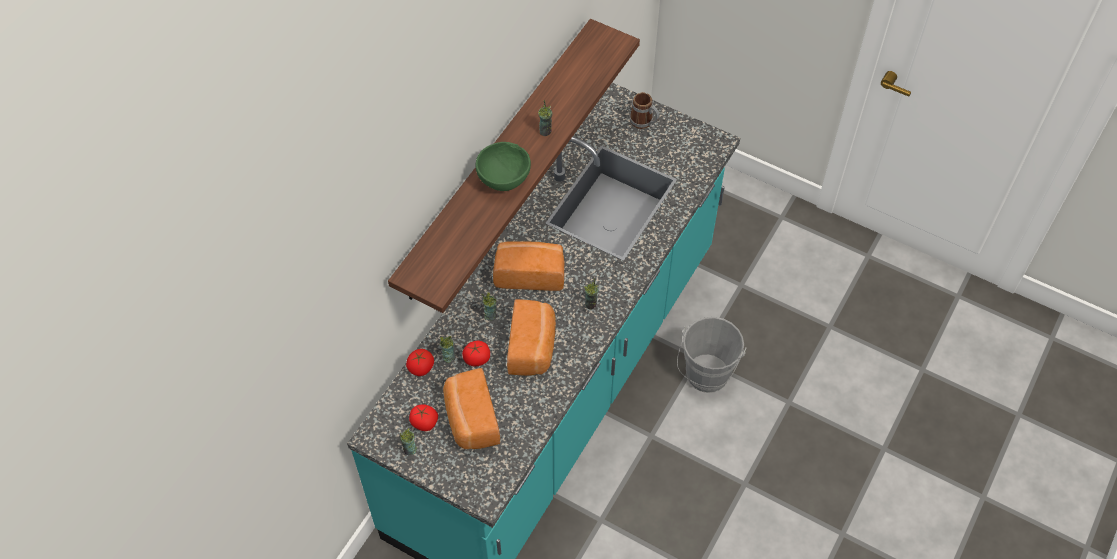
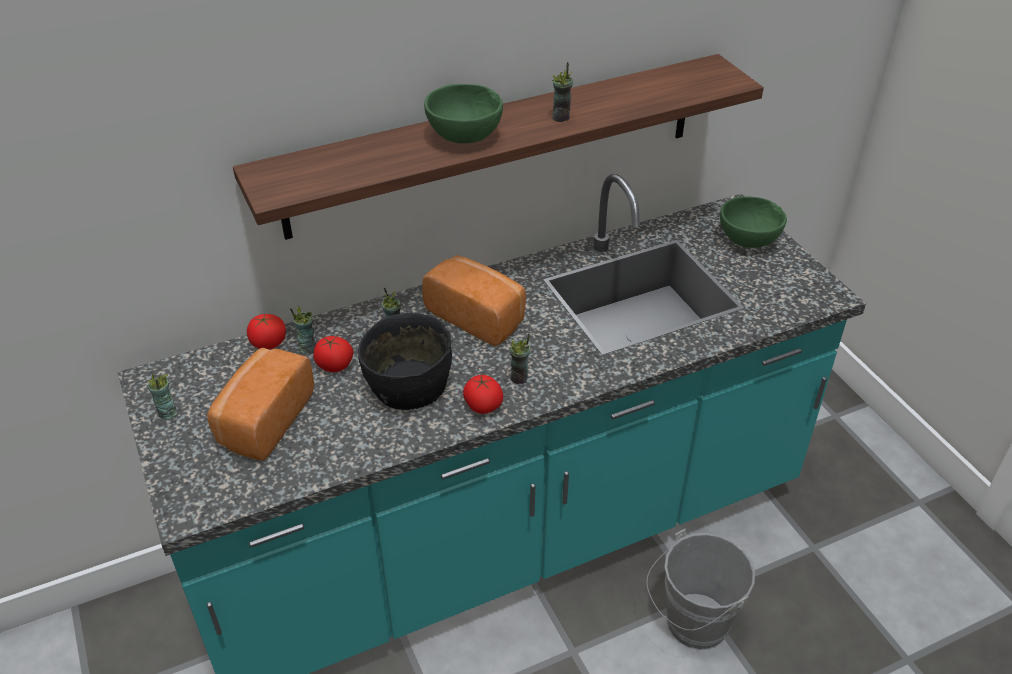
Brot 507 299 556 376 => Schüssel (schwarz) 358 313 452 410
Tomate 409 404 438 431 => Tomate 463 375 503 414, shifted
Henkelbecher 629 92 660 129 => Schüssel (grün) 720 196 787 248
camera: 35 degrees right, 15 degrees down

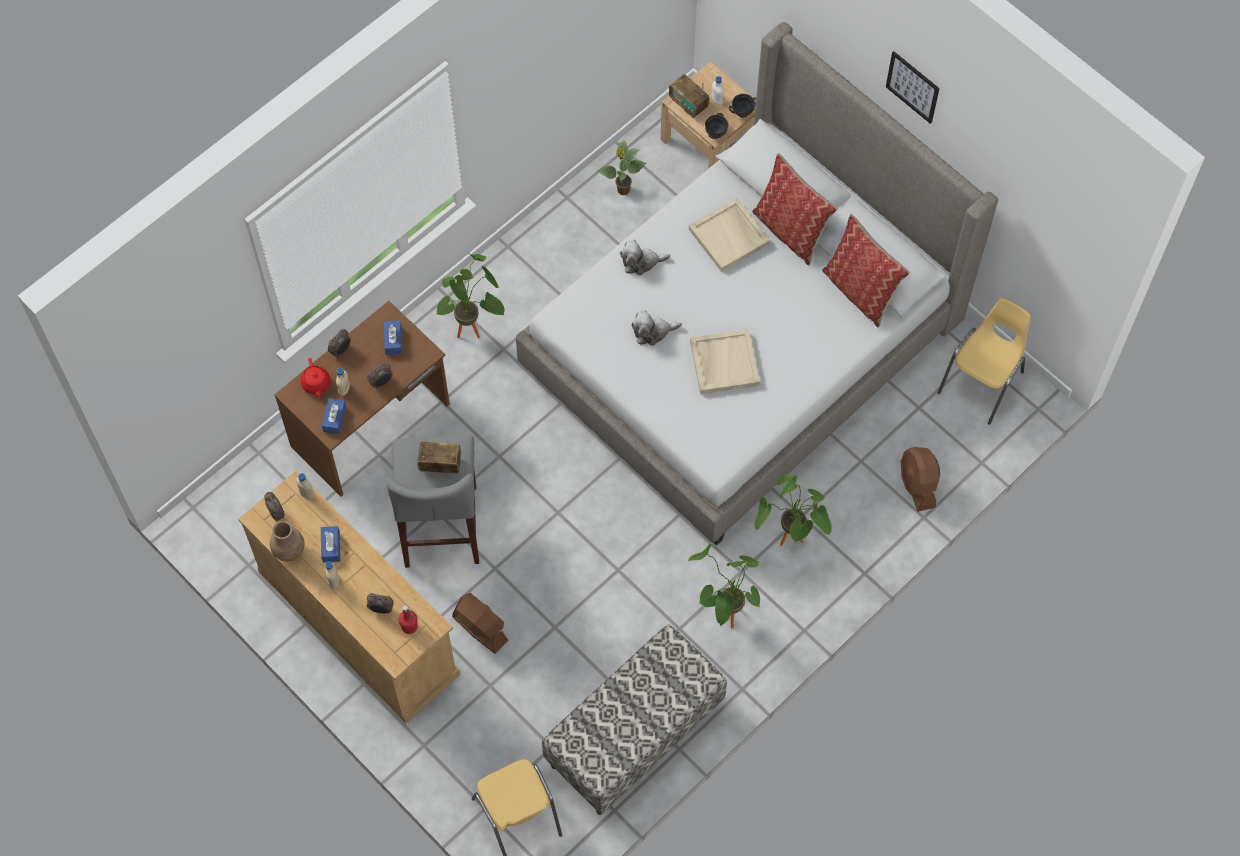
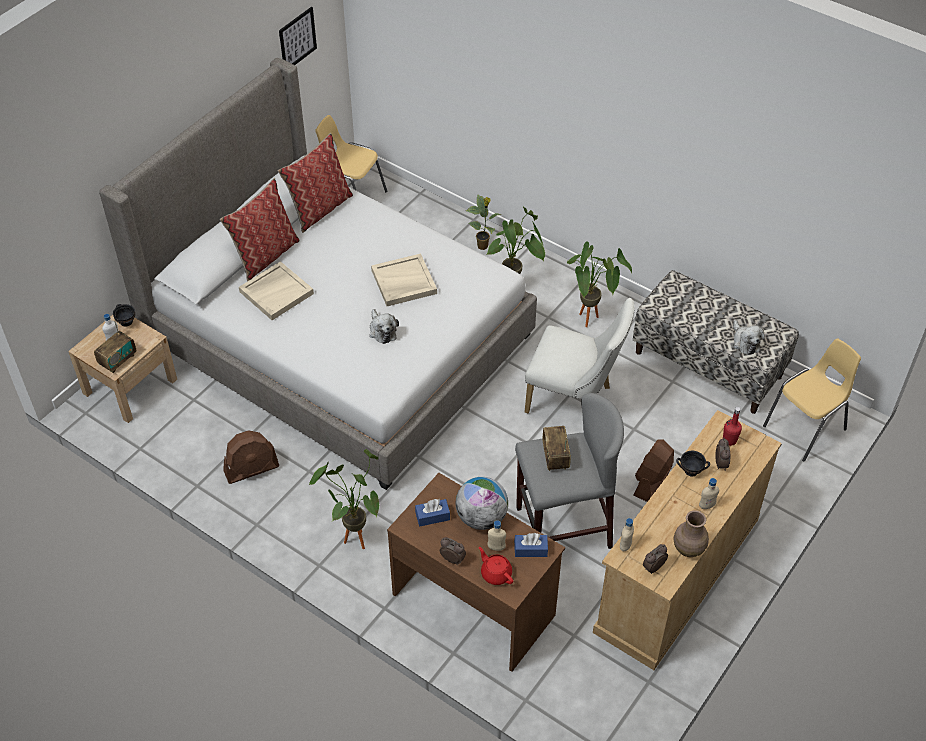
Ventilator (braun) 901 447 940 512 => Ventilator (braun) 224 430 279 484, shifted
Bild 886 51 940 124 => Bild 279 7 317 65, shifted
Wecker 367 363 393 389 => Globus 456 477 508 530
Topfpflanze 598 140 647 195 => Topfpflanze 466 194 502 250, shifted
Teekanne (rot) 300 358 330 398 => Teekanne (rot) 479 547 513 585, 105 degrees counterclockwise
nothing => Stuhl (weiß) 524 298 634 413
Schüssel (schwarz) 705 113 728 139 => Schüssel (schwarz) 676 451 710 476, shifted
Plüschtier 620 240 670 276 => Plüschtier 733 320 765 355, shifted
Taschentuchbox (blau) 321 526 340 563 => nothing
camera: 100 degrees left, 15 degrees down

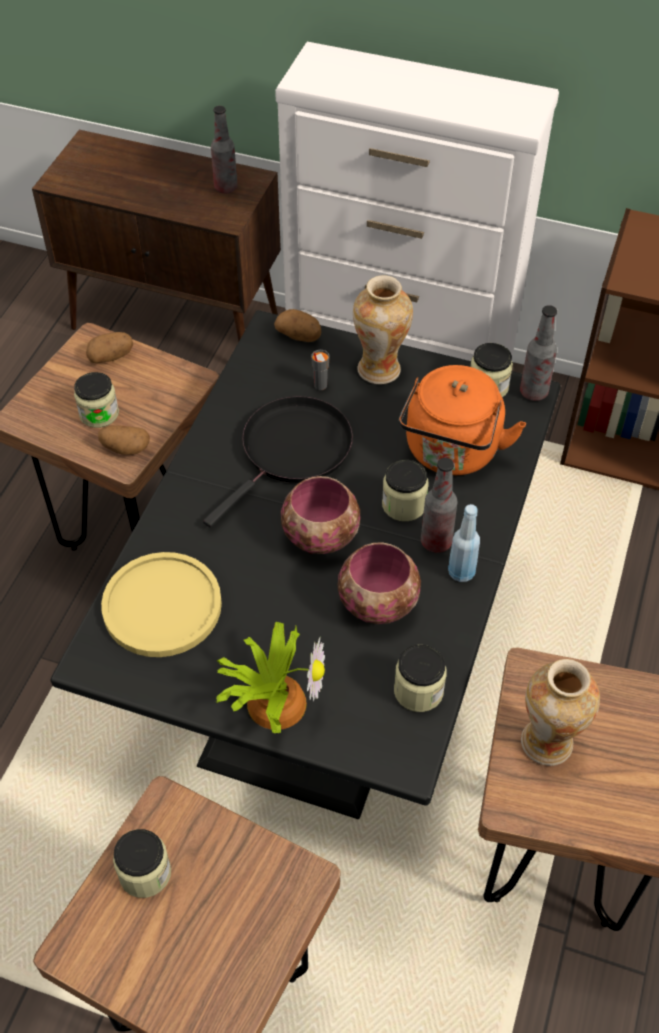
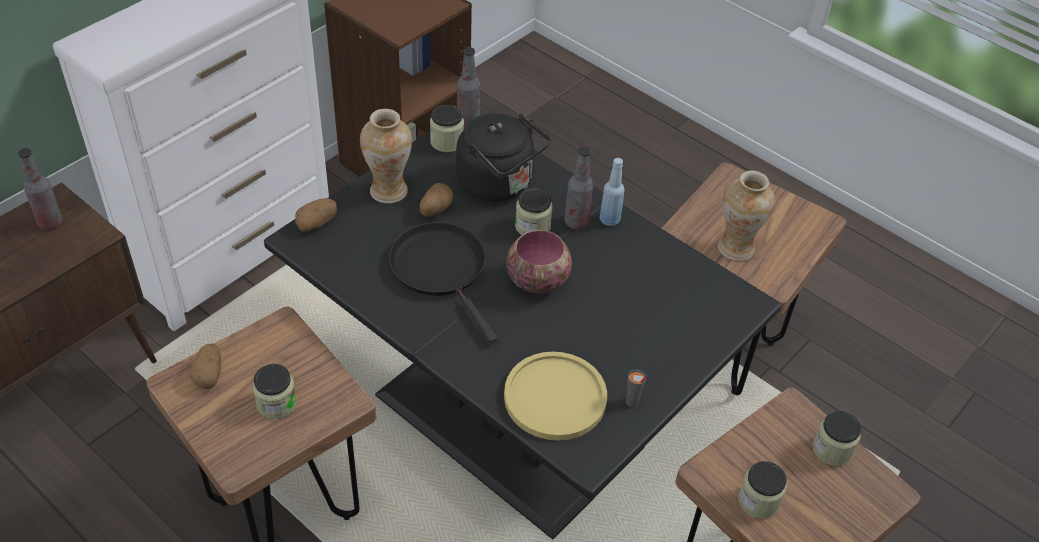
Kartoffel 98 426 150 455 => Kartoffel 420 183 453 217, shifted
Wasserkessel (orange) 399 365 526 475 => Wasserkessel (schwarz) 456 113 551 202
Tasse (grau) 311 350 330 390 => Tasse (grau) 626 370 647 407, shifted
Vorratsglas 394 645 447 712 => Vorratsglas 812 411 861 466, shifted
Topfpflanze 216 622 325 733 => nothing
Schüssel 338 543 421 624 => nothing
camera: 70 degrees left, 5 degrees down

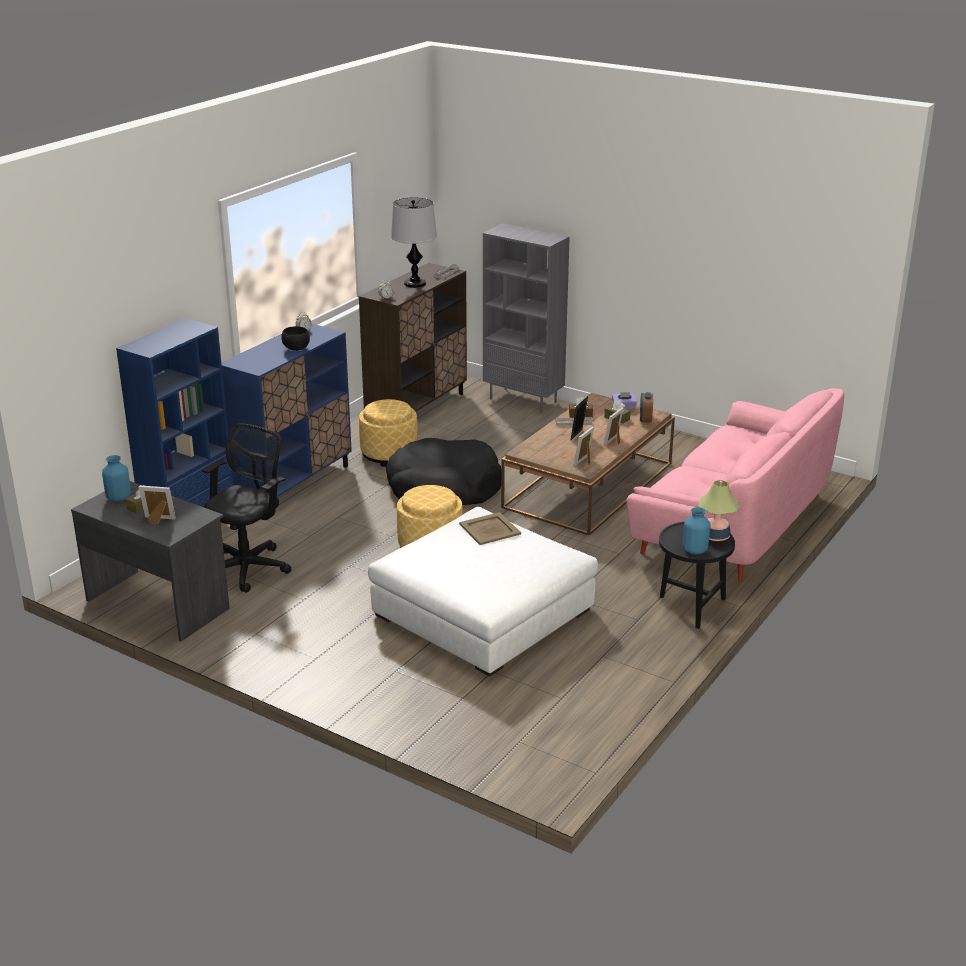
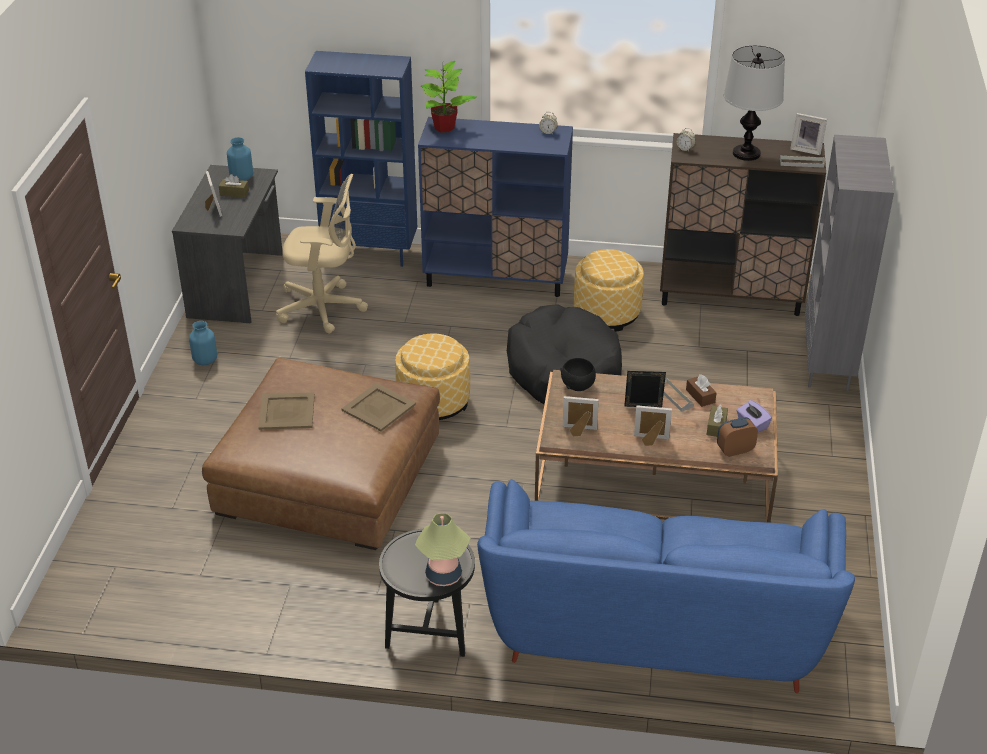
Vase (blau) 683 507 710 555 => Vase (blau) 189 321 217 365, shifted
Polsterhocker (weiß) 368 507 598 676 => Polsterhocker (braun) 202 358 440 550
nothing => Tablett (beige) 258 392 315 430
Bürostuhl (schwarz) 202 423 292 593 => Bürostuhl (beige) 276 174 368 334
nothing => Topfpflanze 421 61 477 132
Sofa (rosa) 626 388 844 582 => Sofa (blau) 477 479 855 693
Schüssel (schwarz) 281 326 310 351 => Schüssel (schwarz) 560 358 596 391, shifted
nothing => Bilderrahmen 790 113 827 155
camera: 65 degrees right, 10 degrees up

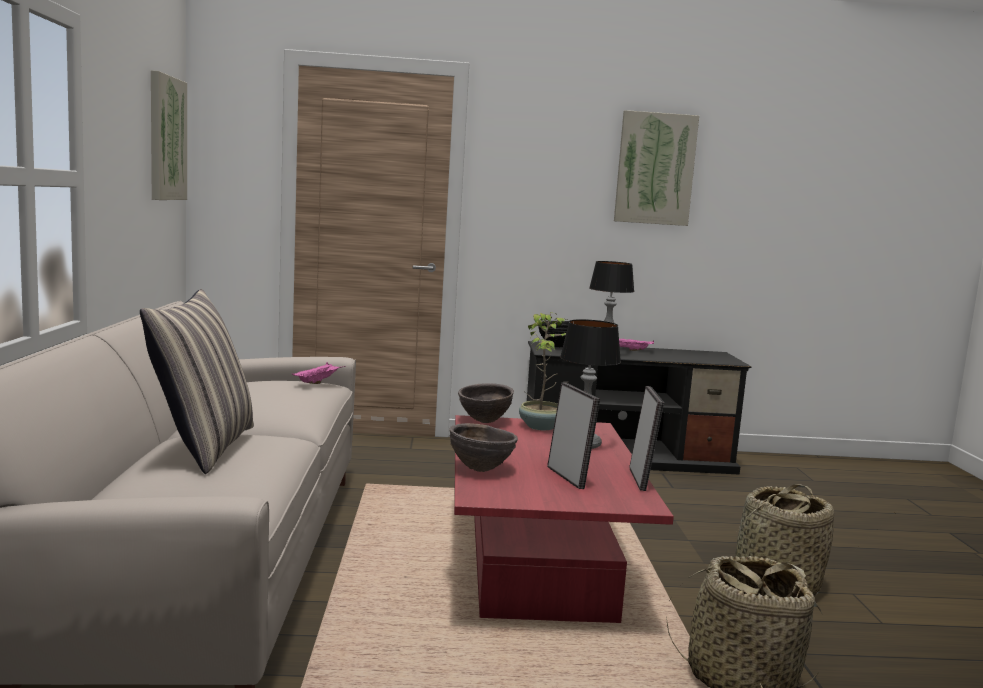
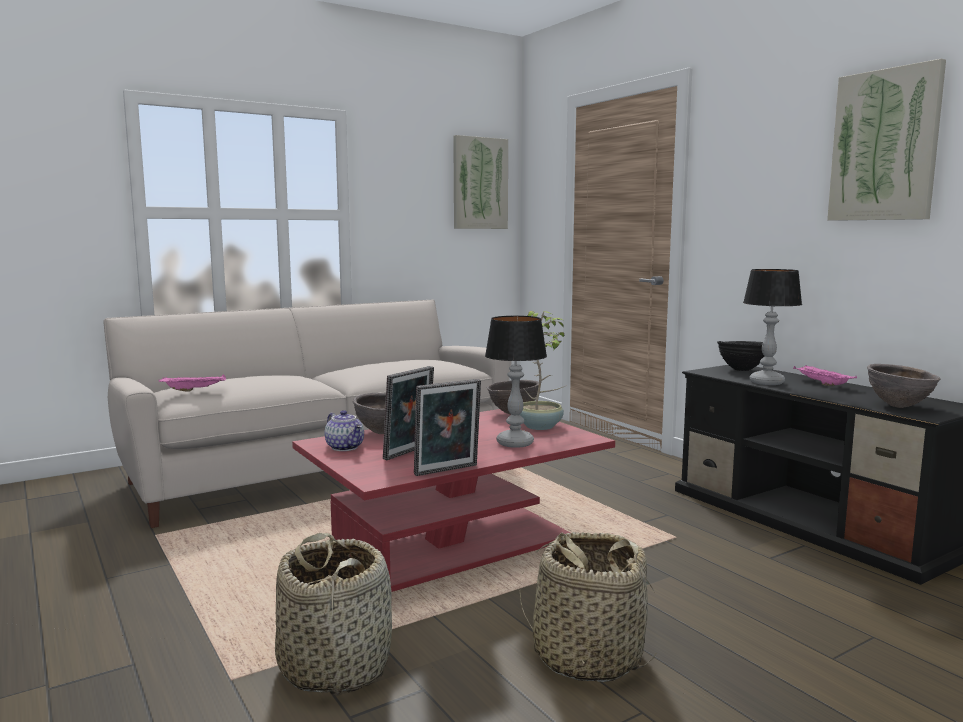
Tablett (rosa) 292 362 345 384 => Tablett (rosa) 159 374 226 391, shifted
nothing => Teekanne 324 410 364 451
nothing => Schüssel (braun) 867 364 940 408
Kissen 140 289 254 474 => nothing
camera: 60 degrees right, 0 degrees up

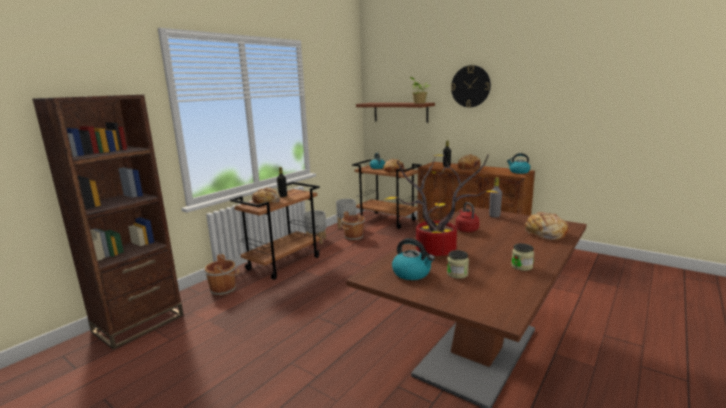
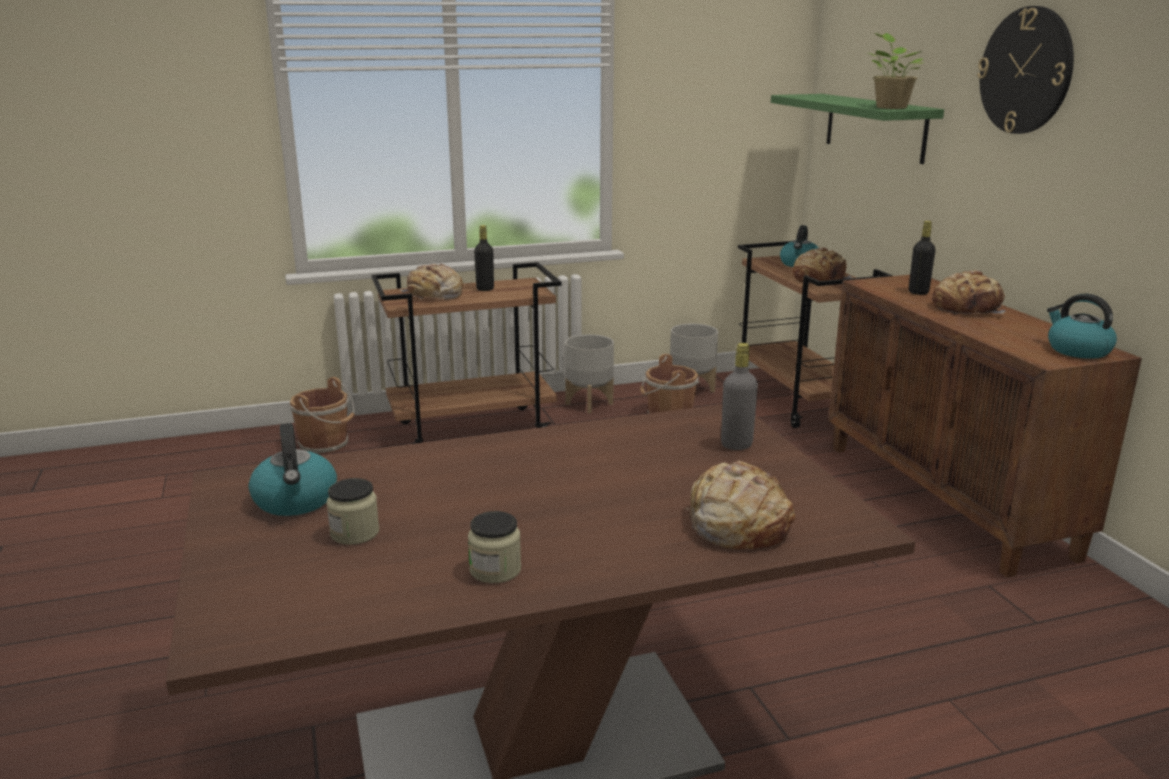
Wandregal (braun) 356 103 435 123 => Wandregal (grün) 771 94 944 164
Bücherregal (braun) 32 95 184 349 => nothing
Topfpflanze 384 154 498 256 => nothing
Wasserkessel (rot) 455 202 480 232 => nothing
camera: 35 degrees right, 5 degrees up

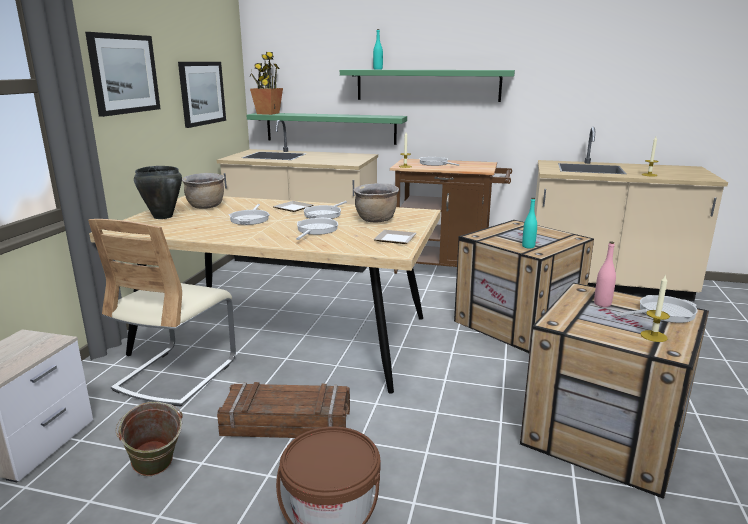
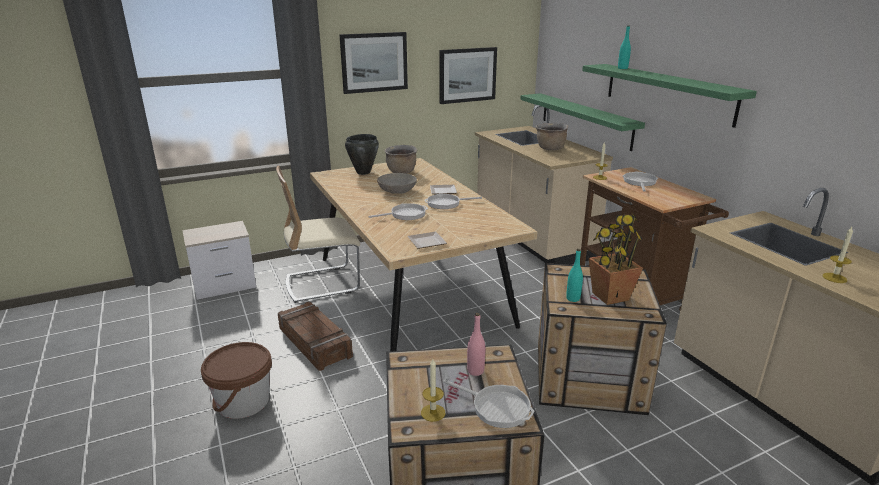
Pfanne 229 204 270 225 => Schüssel (grau) 377 173 417 194
Kochtopf (braun) 354 183 399 222 => Kochtopf (braun) 536 123 568 150, shifted
Topfpflanze 250 52 283 115 => Topfpflanze 589 214 643 305, shifted
Eimer (grün) 115 402 183 476 => nothing
camera: 50 degrees right, 5 degrees up

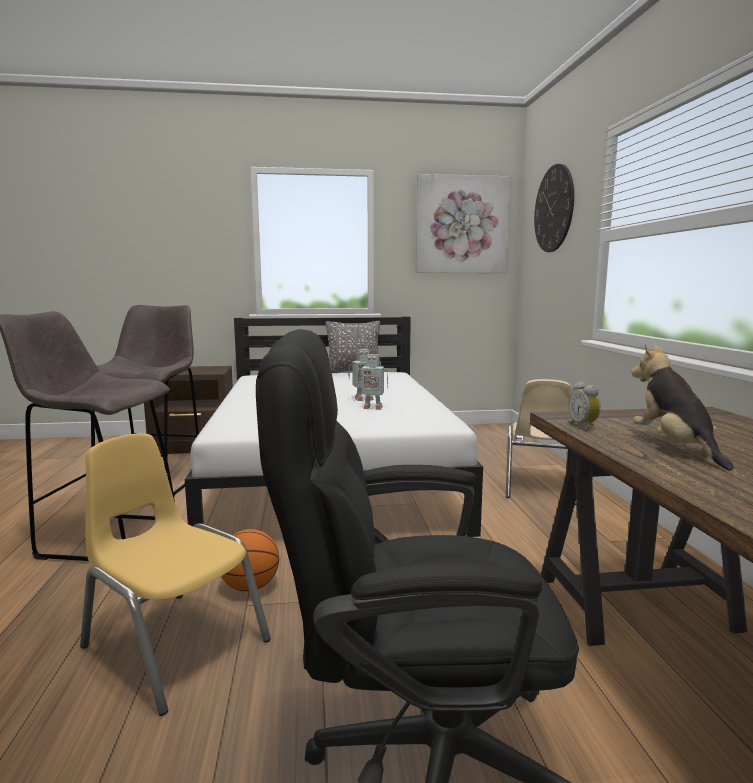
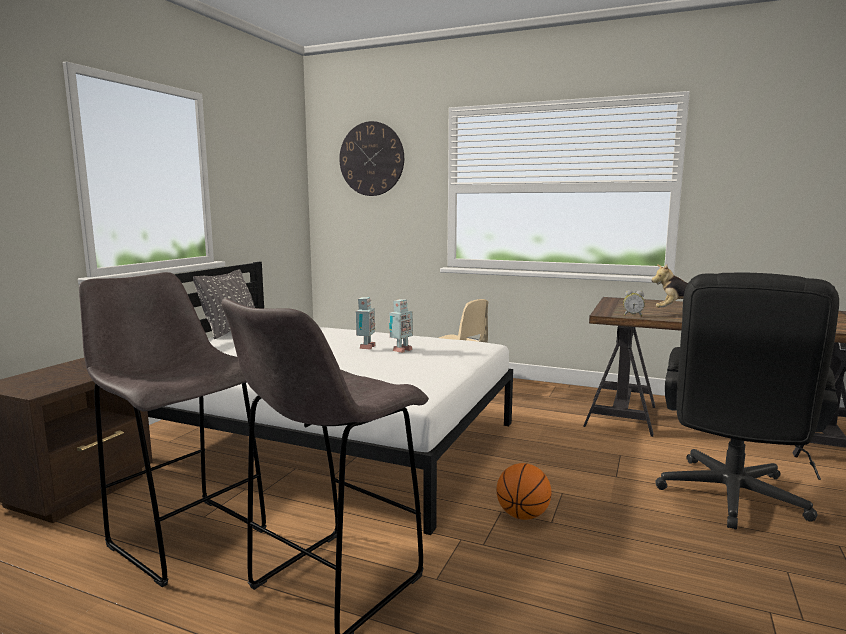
Stuhl (gelb) 80 433 271 716 => nothing
Bild 416 174 511 273 => nothing
camera: 60 degrees left, 0 degrees up

